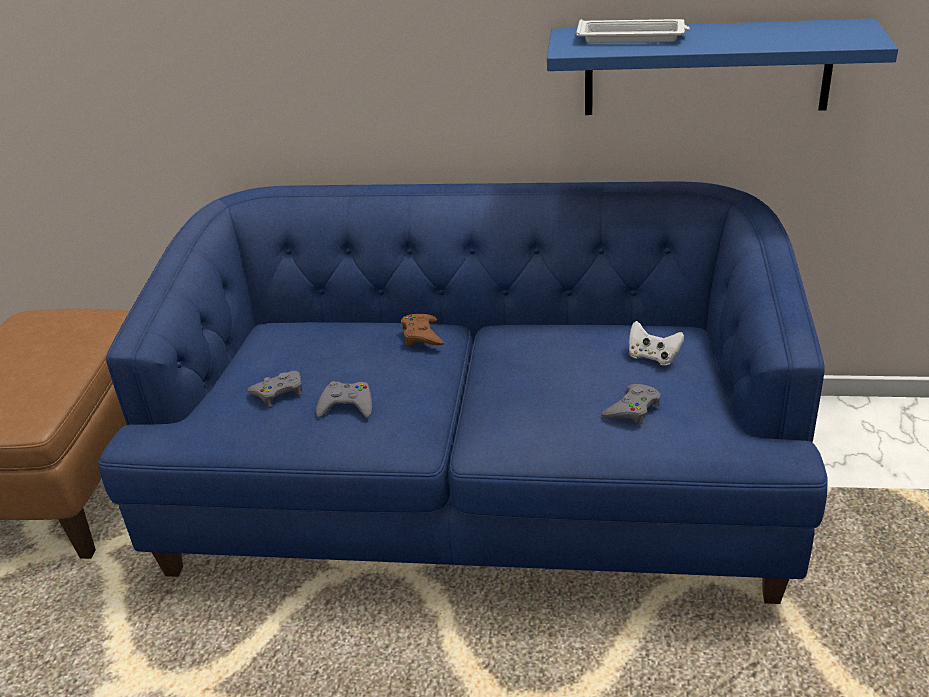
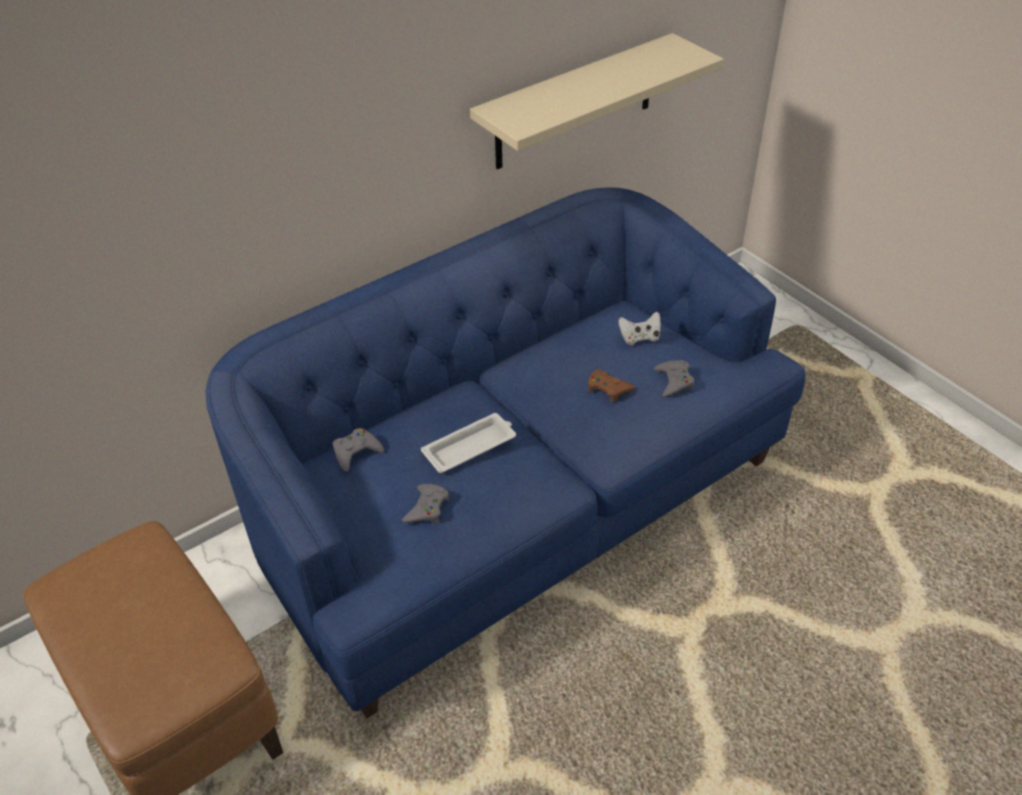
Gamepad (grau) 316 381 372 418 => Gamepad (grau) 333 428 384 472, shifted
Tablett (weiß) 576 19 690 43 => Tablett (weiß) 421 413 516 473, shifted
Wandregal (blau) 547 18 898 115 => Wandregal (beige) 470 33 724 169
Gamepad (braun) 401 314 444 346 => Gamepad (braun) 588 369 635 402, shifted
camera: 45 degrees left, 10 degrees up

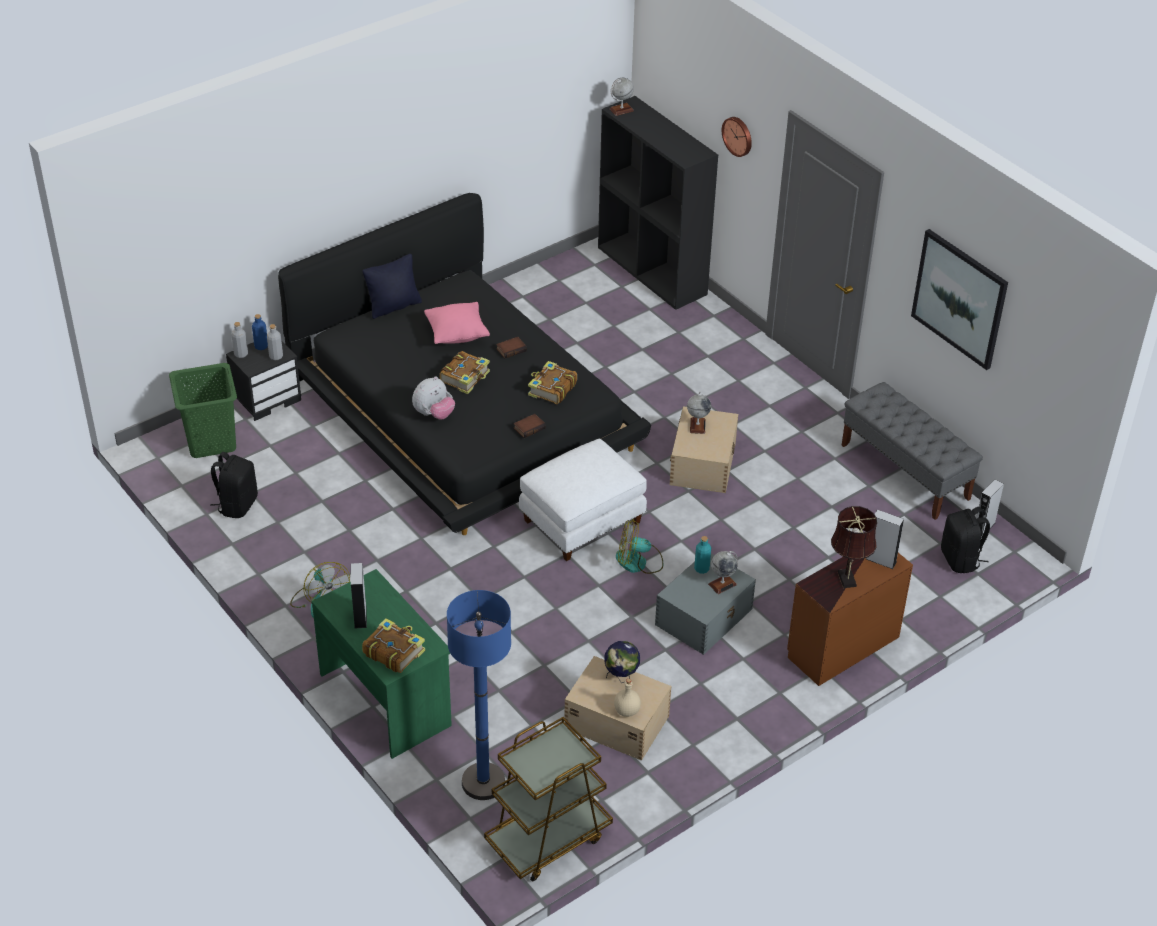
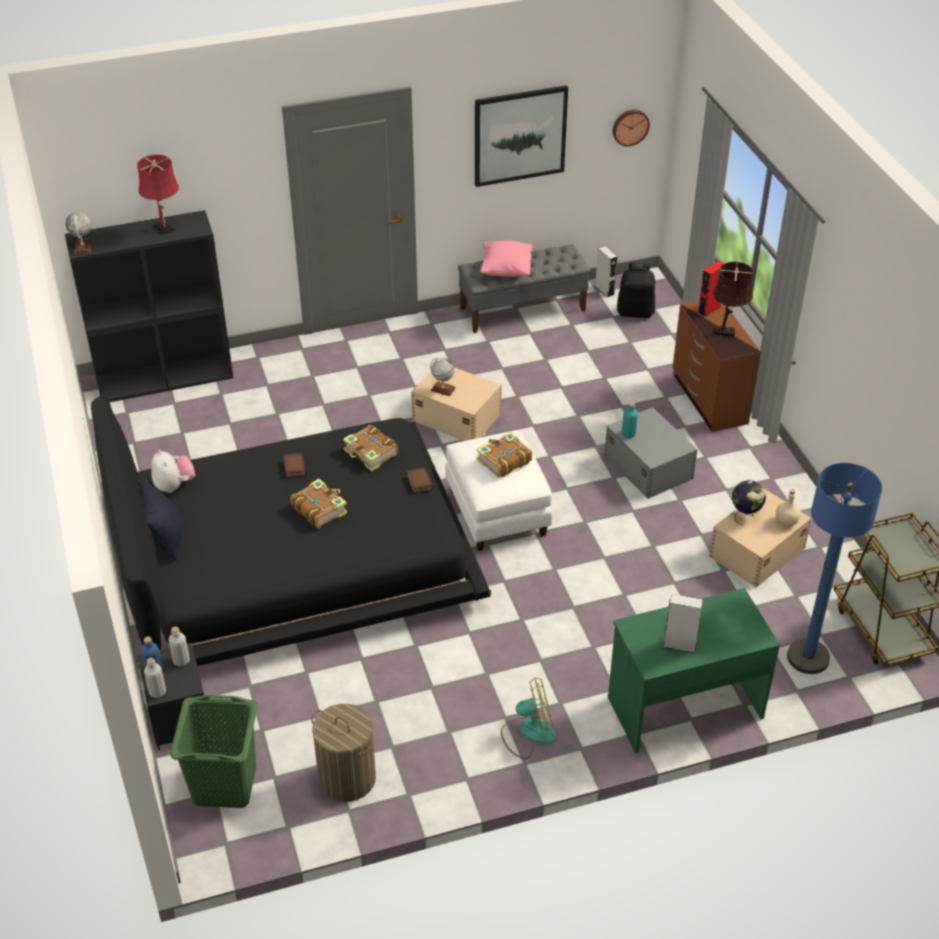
nothing => Tischlampe (rot) 137 155 179 235
Plüschtier 412 376 455 419 => Plüschtier 151 450 195 493, shifted
Rucksack (schwarz) 210 452 258 518 => Wäschekorb 311 704 376 802
Buch 362 618 425 673 => Buch 477 432 532 477, shifted
Kissen (rosa) 424 302 490 344 => Kissen (rosa) 480 241 533 277, shifted
Wanduhr 722 117 752 157 => Wanduhr 613 110 650 146, shifted
Lautsprecher (grau) 866 509 904 569 => Lautsprecher (rot) 698 261 724 317
Ventilator 616 519 663 574 => nothing
Globus 708 551 738 594 => nothing
camera: 70 degrees left, 0 degrees up

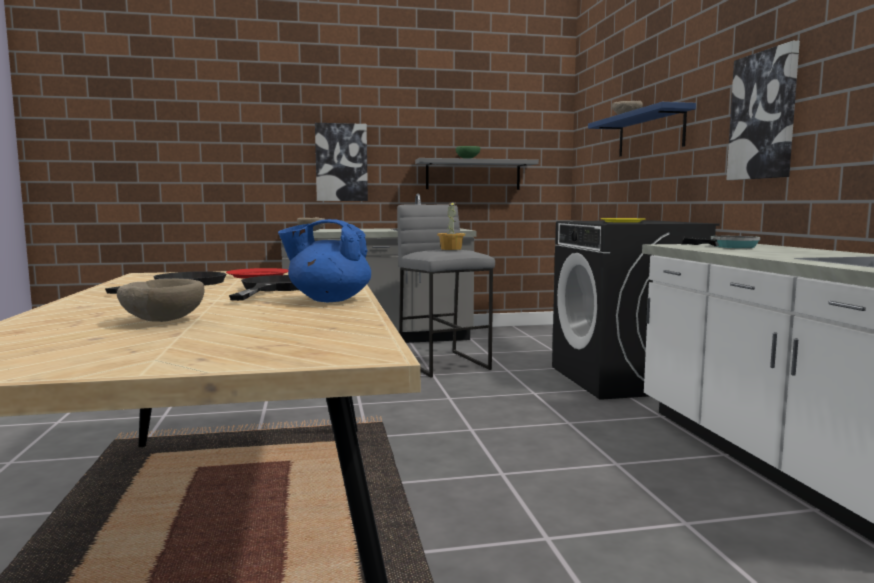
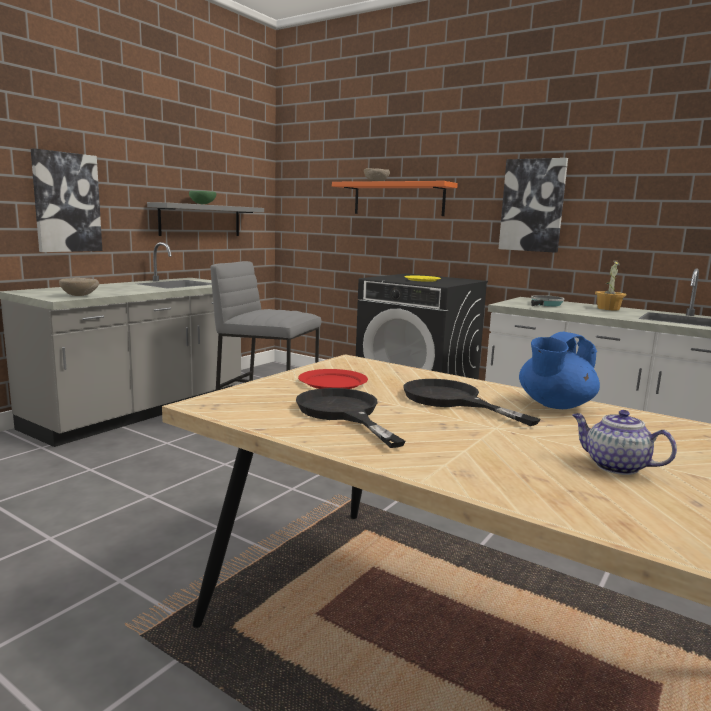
Wandregal (blau) 588 102 696 157 => Wandregal (orange) 332 181 458 216
Schüssel (beige) 117 279 205 322 => Teekanne 572 410 677 475
Topfpflanze 437 202 465 250 => Topfpflanze 595 261 626 310, shifted
camera: 45 degrees left, 5 degrees up

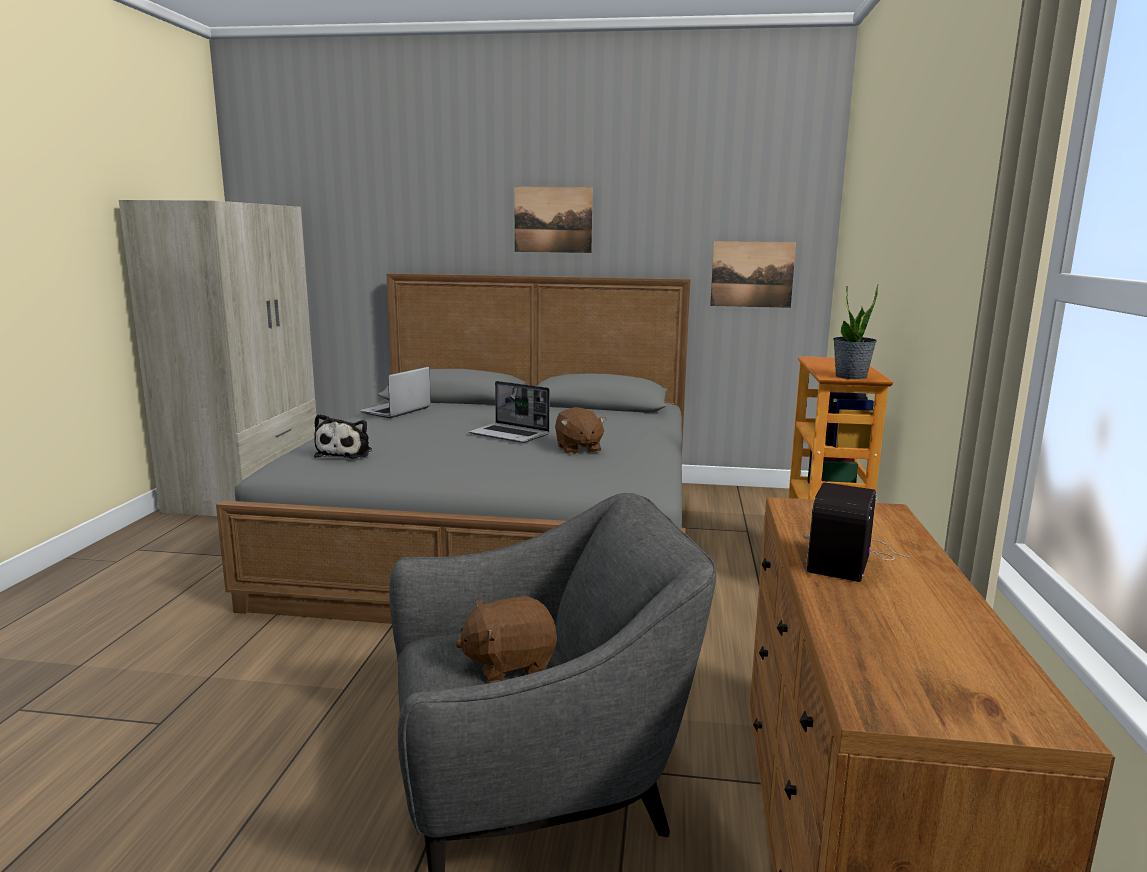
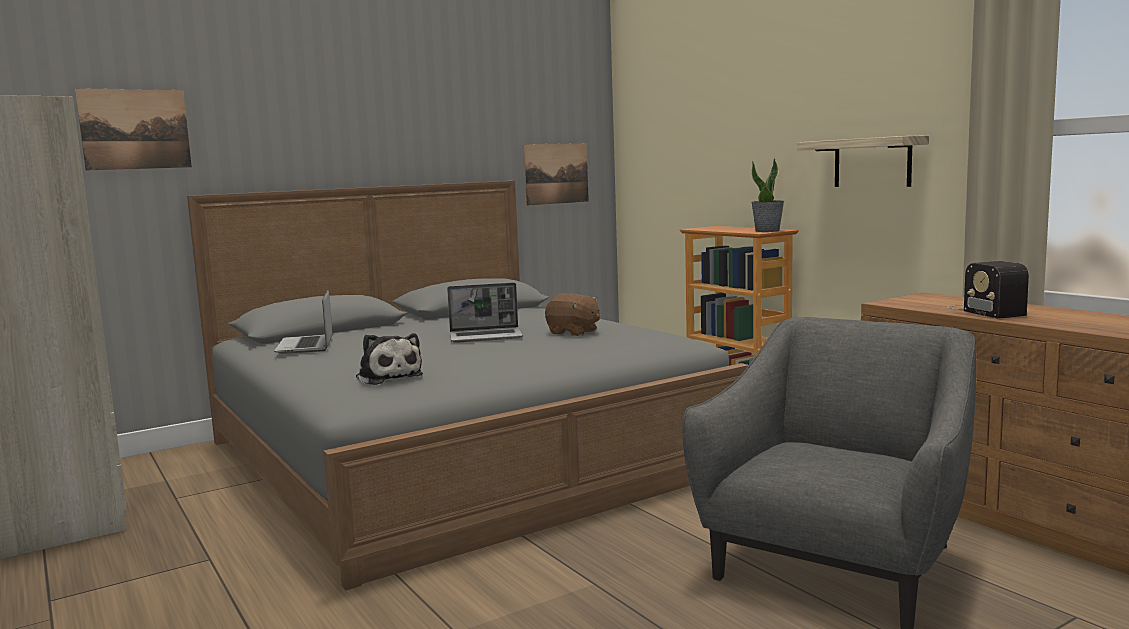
Bild 514 187 593 253 => Bild 75 88 192 171, shifted
nothing => Wandregal 797 135 929 187
Plüschtier (braun) 455 596 557 682 => nothing
camera: 40 degrees left, 5 degrees down

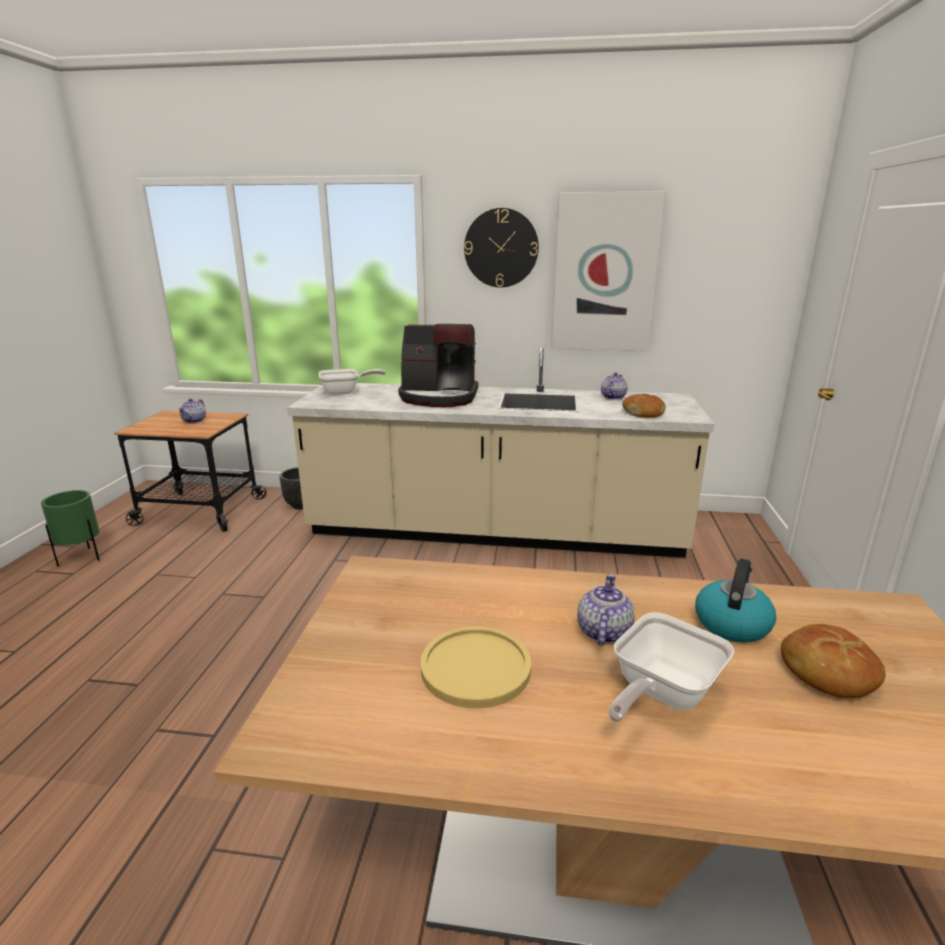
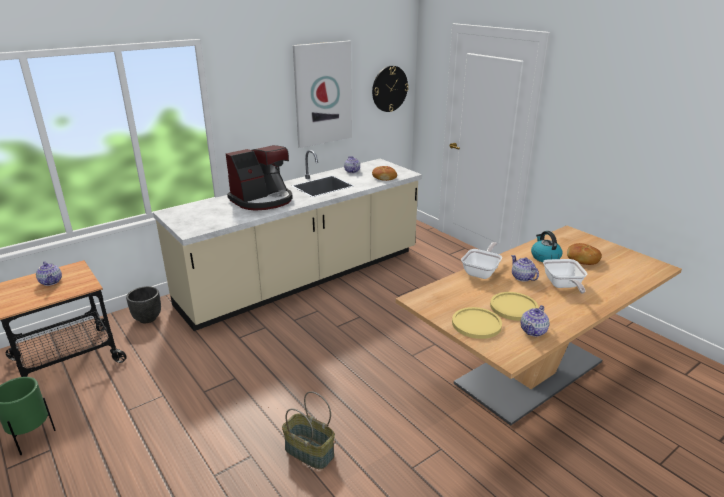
nothing => Korb 282 391 335 469
Wanduhr 464 208 539 287 => Wanduhr 372 66 409 112, shifted
nothing => Teller (gelb) 452 307 502 339
Pfanne 319 369 386 395 => Pfanne 461 242 502 279, shifted
nothing => Teekanne 521 305 550 337
camera: 45 degrees left, 5 degrees up

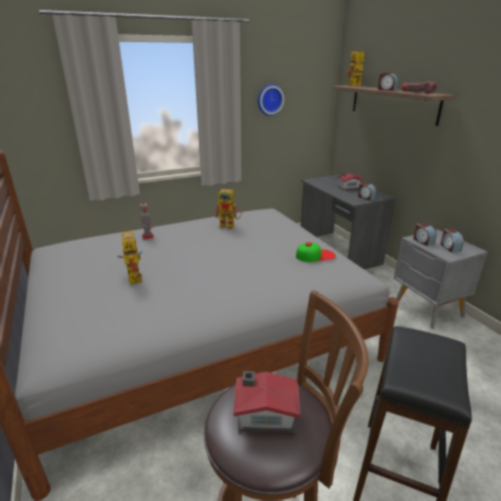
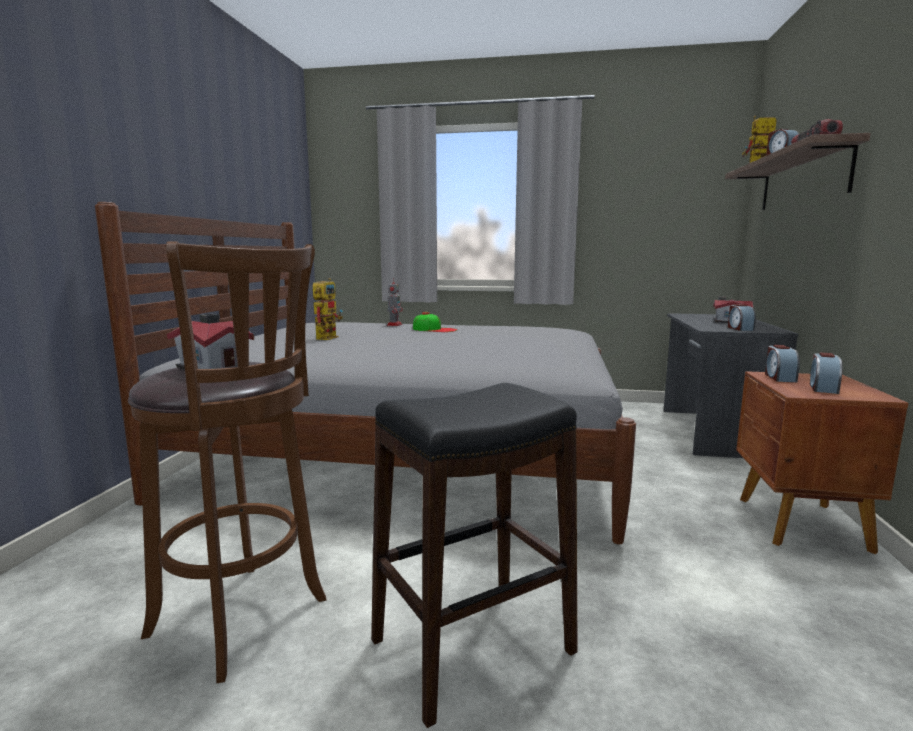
Kappe 296 242 336 262 => Kappe 413 312 457 332, shifted
Nachttisch (grau) 394 229 488 329 => Nachttisch (braun) 736 371 908 554
Spielzeugroboter 215 189 242 229 => nothing
Wanduhr 258 84 284 116 => nothing
camera: 35 degrees right, 15 degrees down

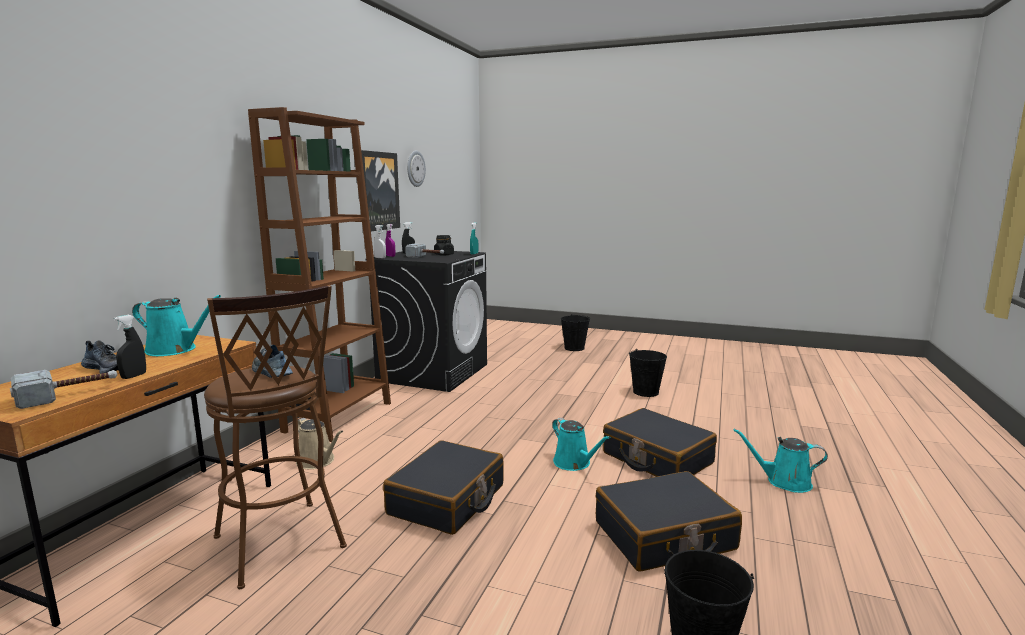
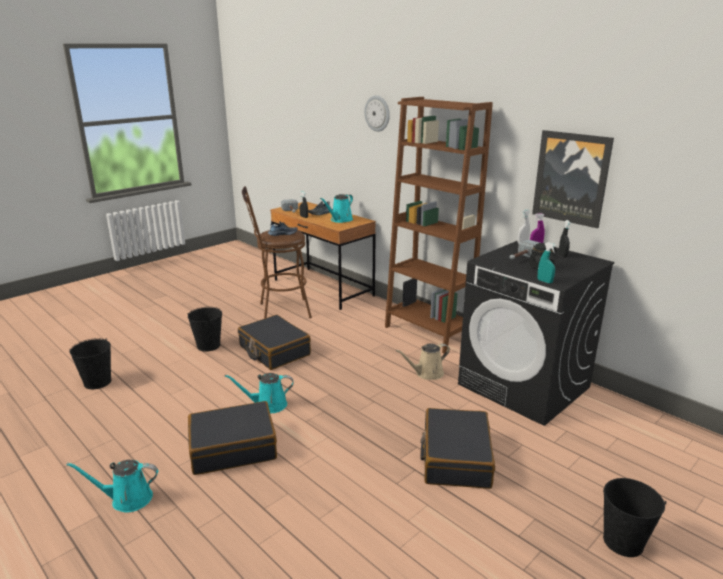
Gießkanne (türkis) 733 429 828 493 => Gießkanne (türkis) 67 460 158 513, 135 degrees counterclockwise
Eimer (schwarz) 629 349 667 397 => Eimer (schwarz) 187 307 223 351, shifted
Wanduhr 407 151 426 187 => Wanduhr 364 95 390 132, shifted
Gießkanne (beige) 296 418 343 469 => Gießkanne (beige) 396 343 450 380, shifted
Koffer (schwarz) 596 471 742 572 => Koffer (schwarz) 420 408 495 489, shifted
camera: 115 degrees right, 10 degrees up

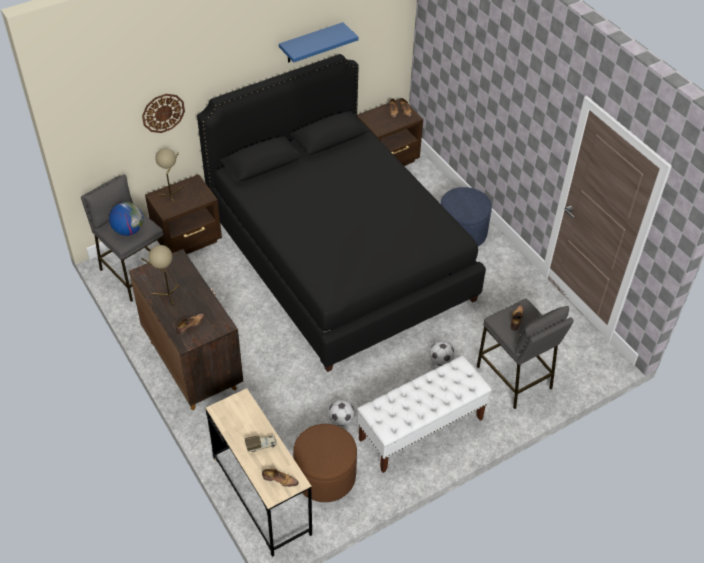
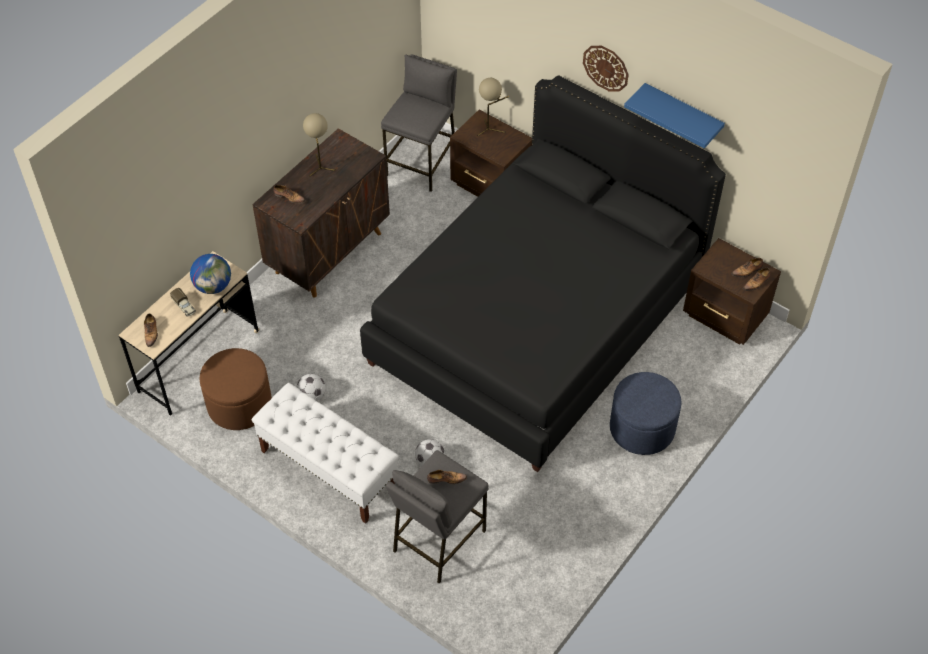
Globus 109 202 144 236 => Globus 190 254 231 294, shifted
Wanduhr 142 94 185 133 => Wanduhr 583 46 629 91, shifted
camera: 70 degrees right, 5 degrees up

